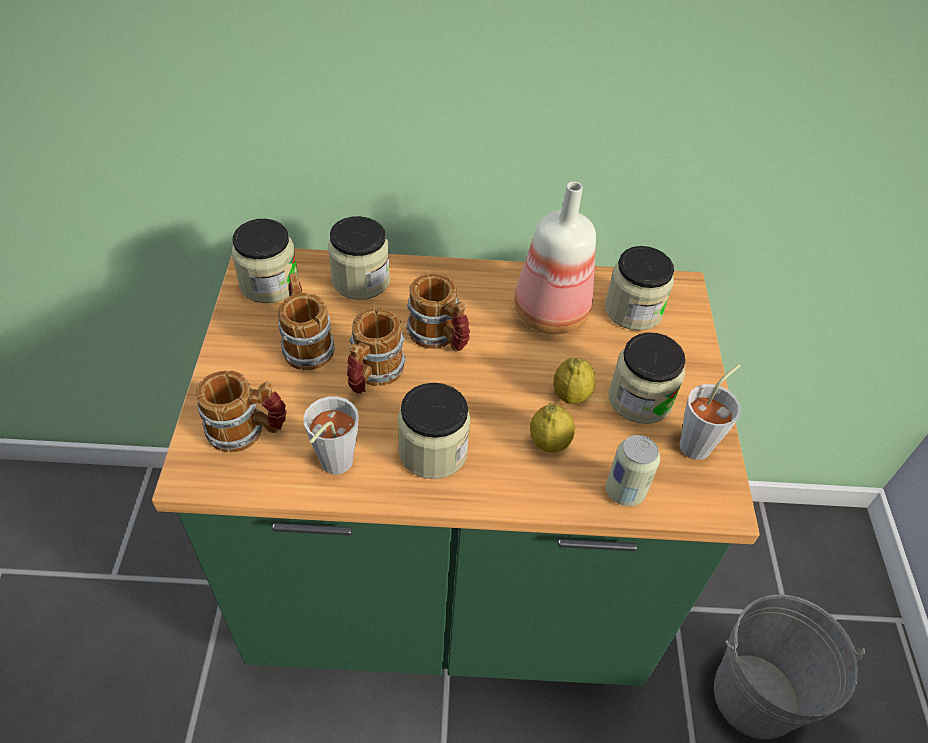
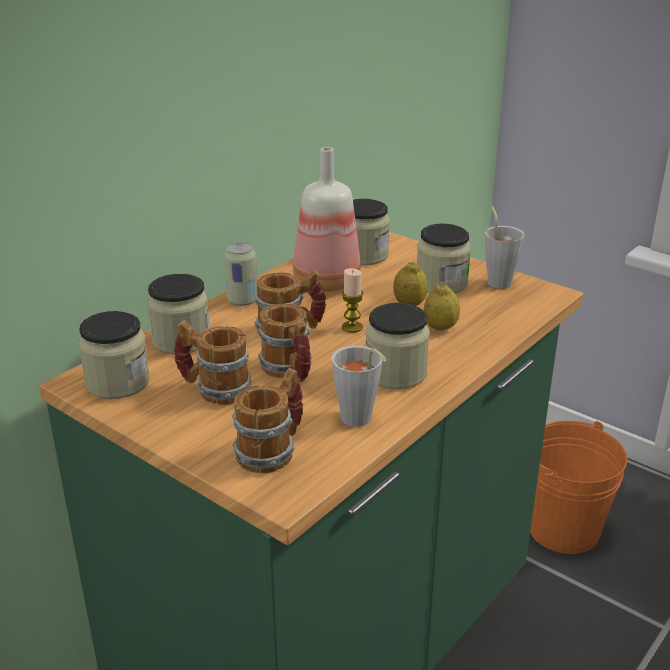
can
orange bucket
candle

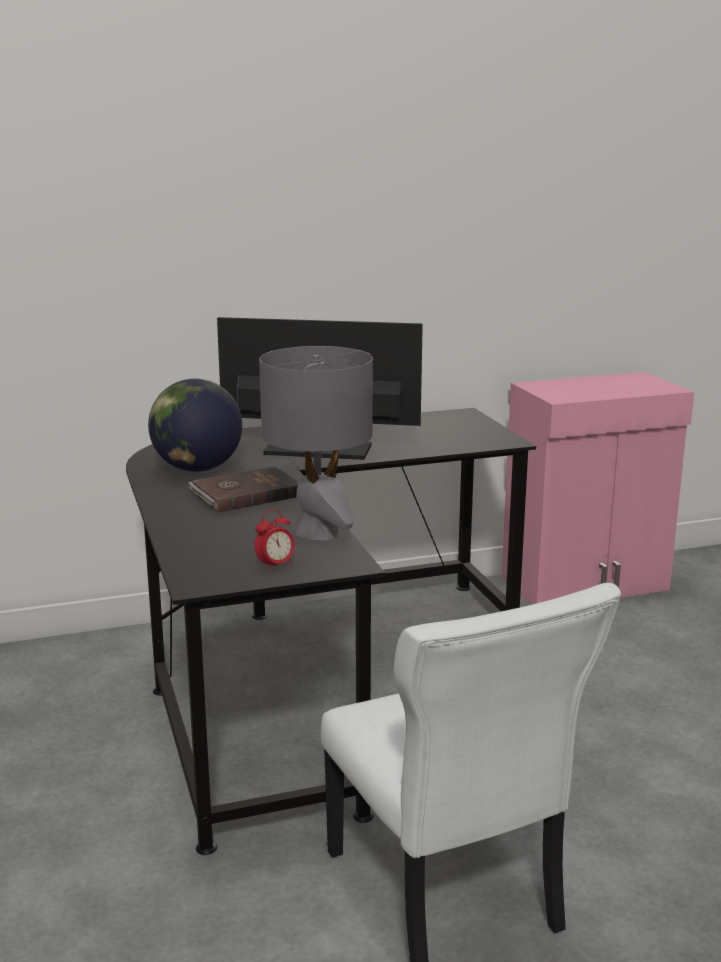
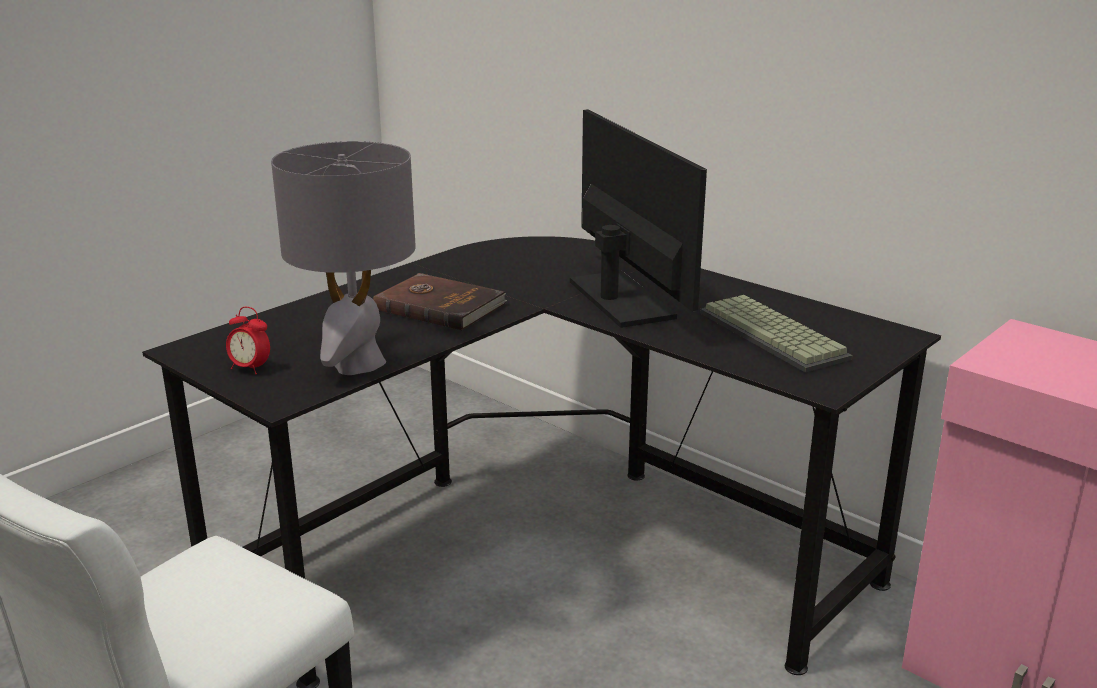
globe
keyboard

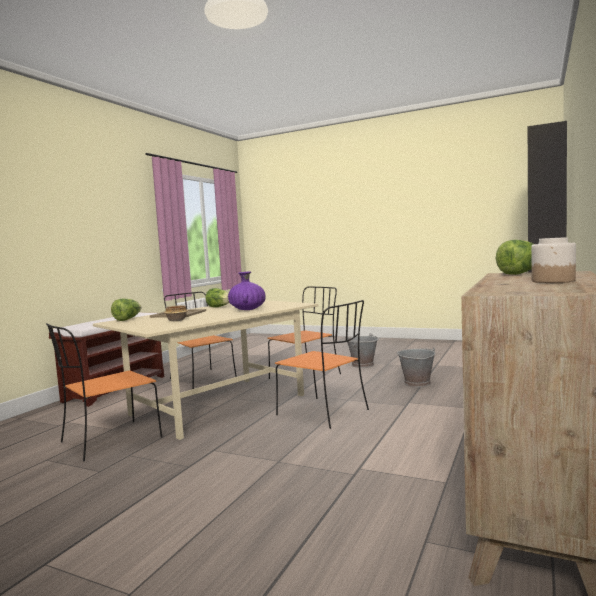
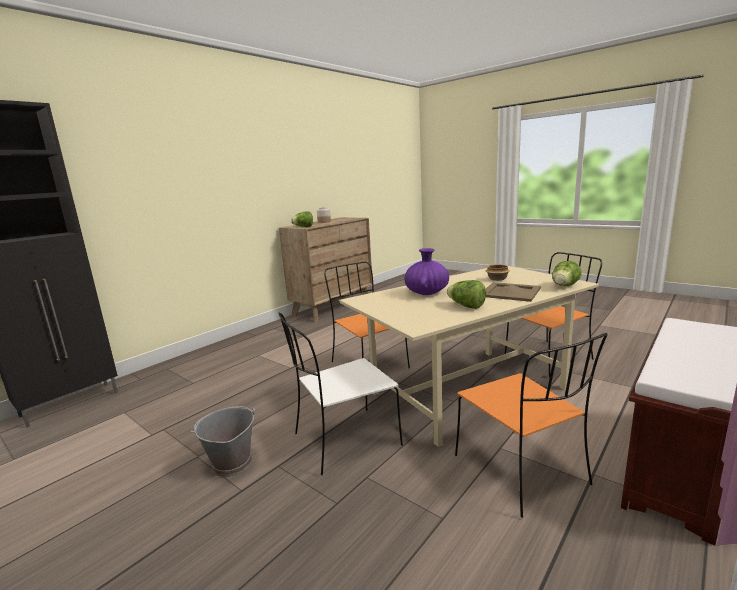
white chair
grey bucket (no. 2 from left in the first image)

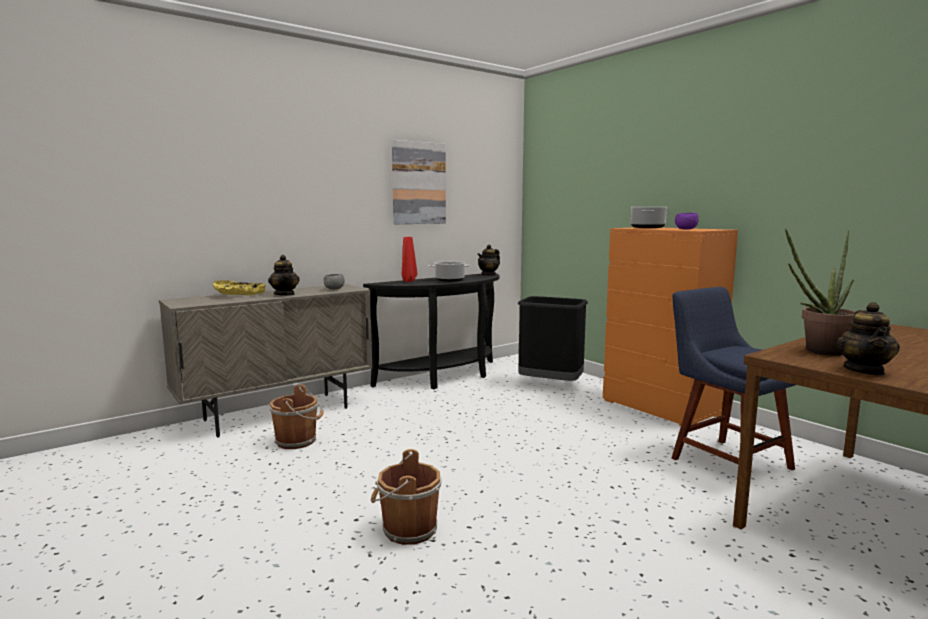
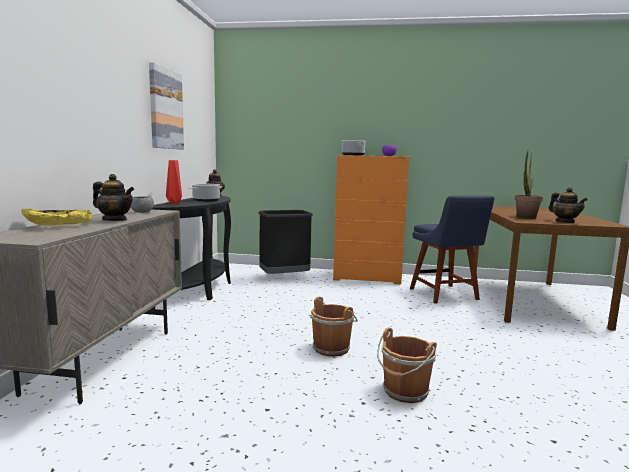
blue chair
brown bucket (no. 1 from left)

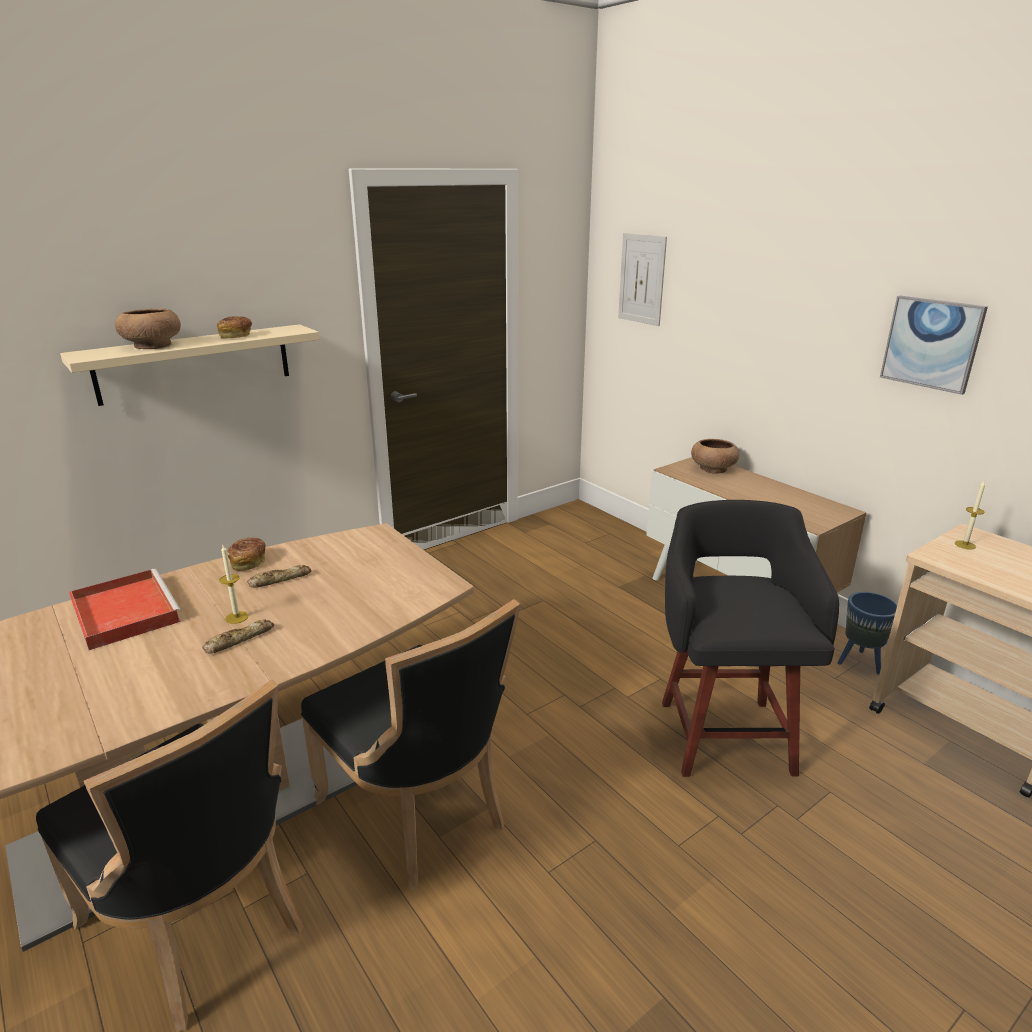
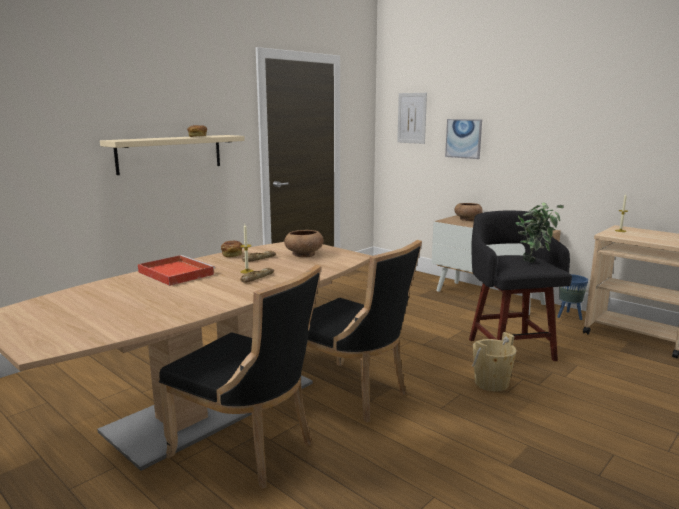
picture (no. 2 from left)
brown bowl (no. 1 from left)
potted plant
beige bucket

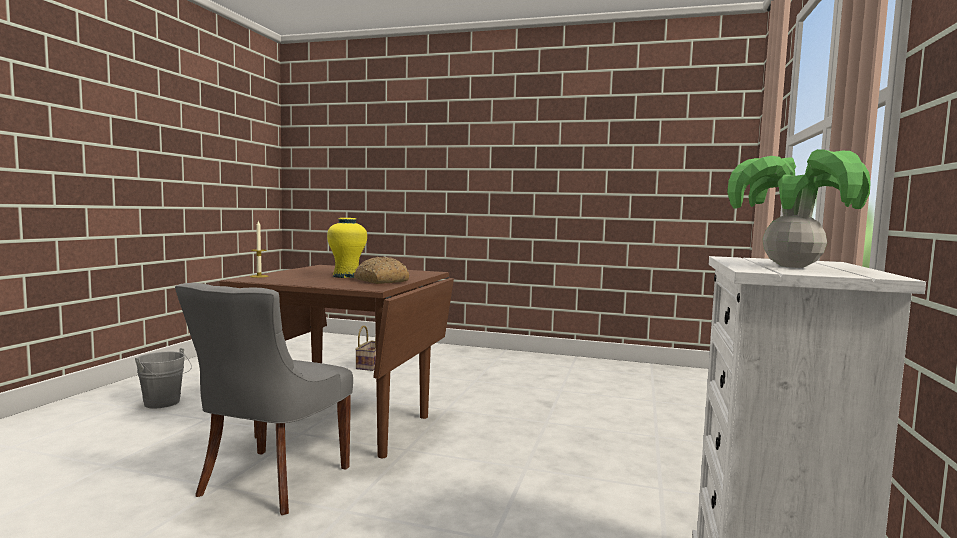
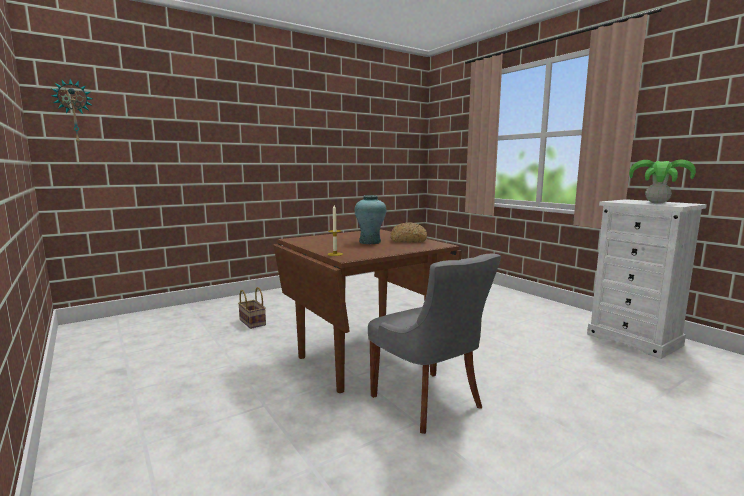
turquoise vase
grey bucket
wall clock

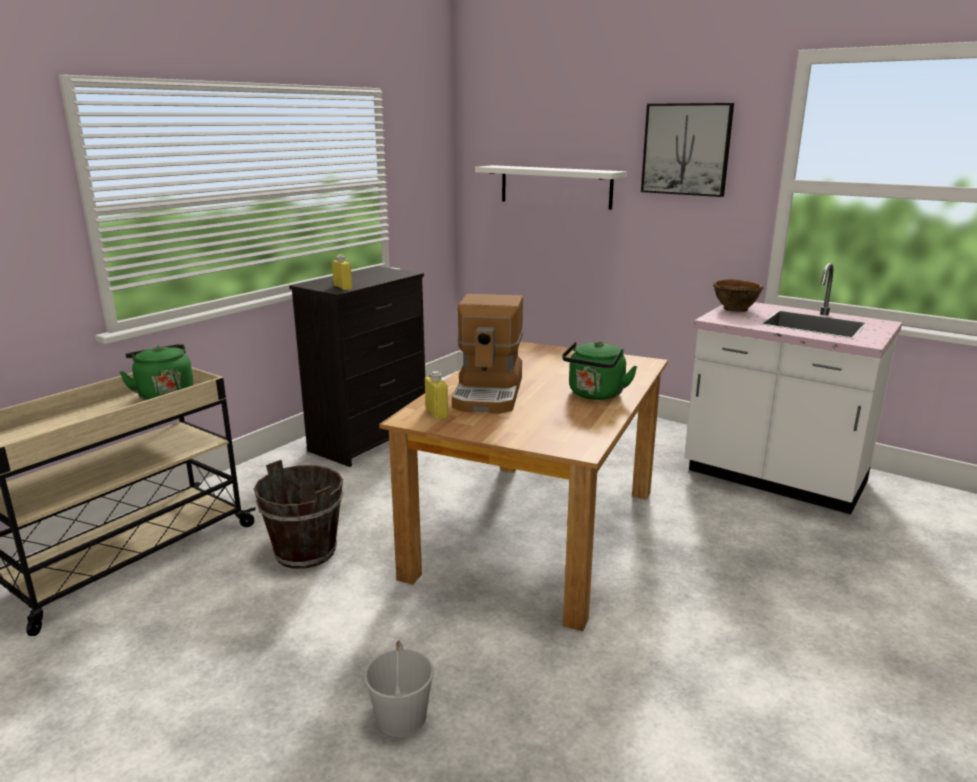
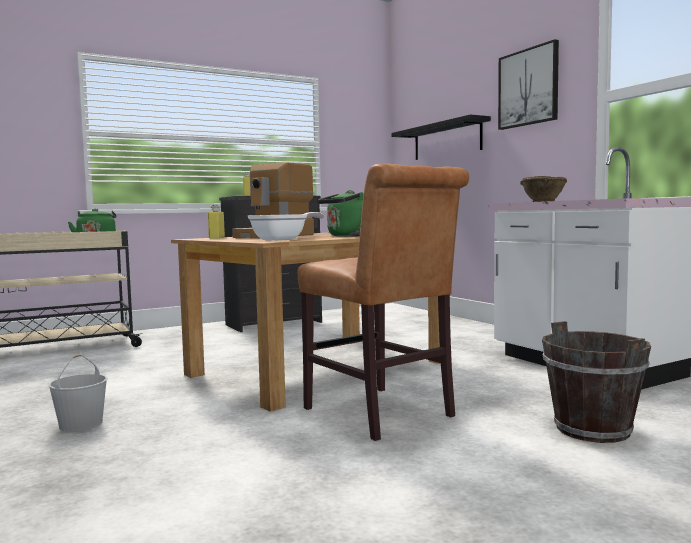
black shelf
brown bucket
brown chair
frying pan

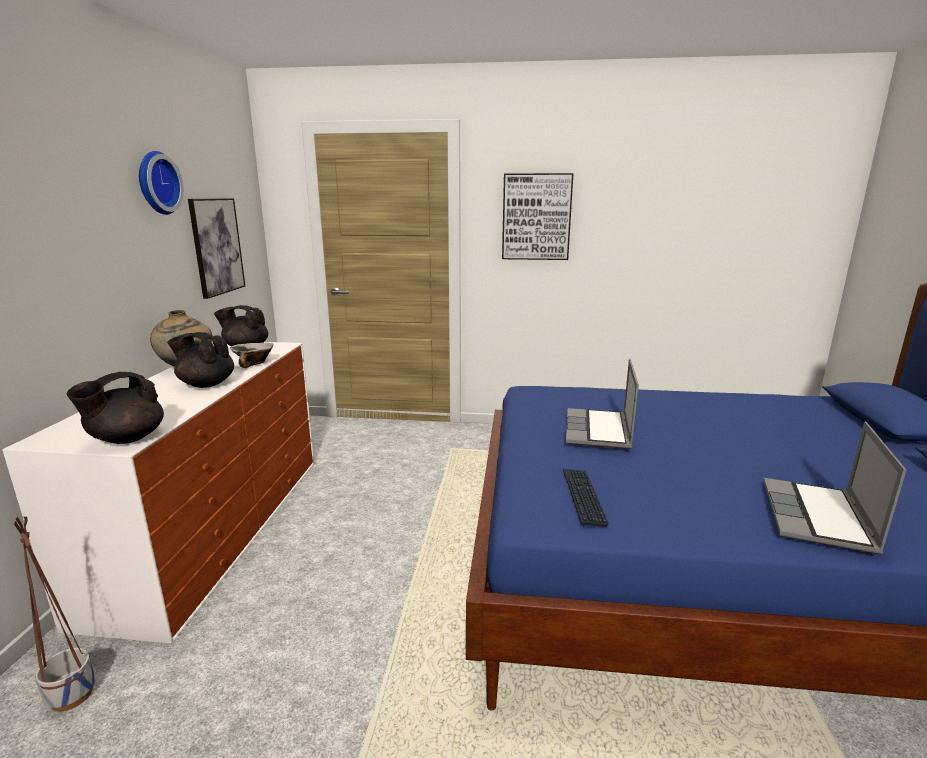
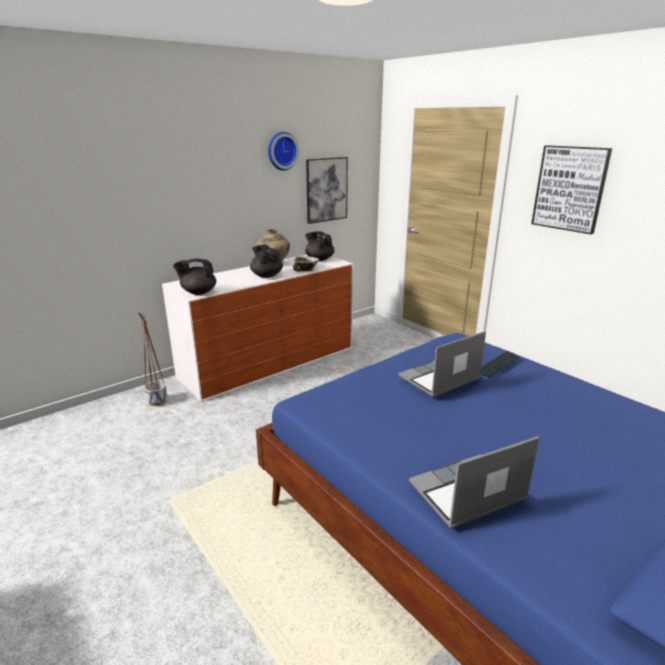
keyboard

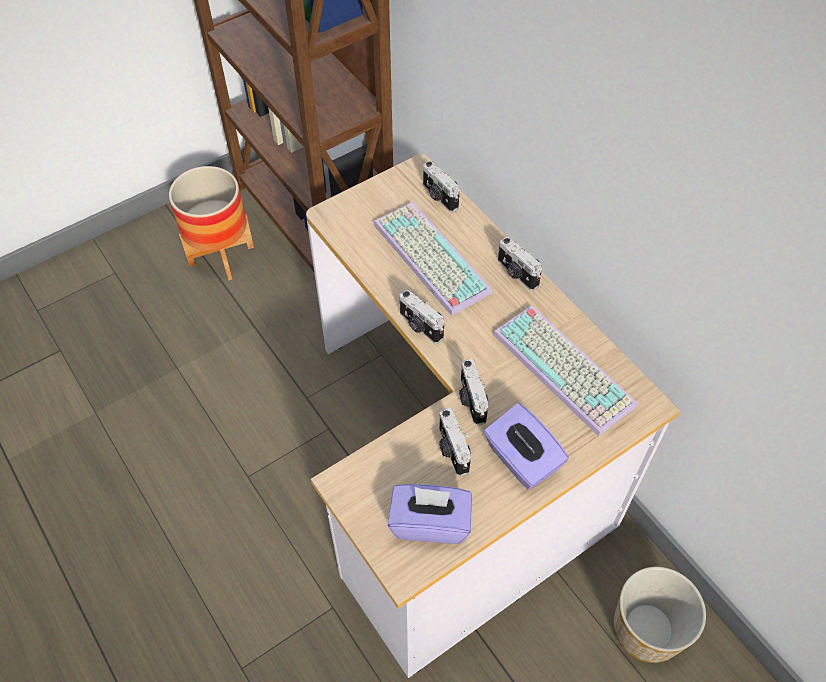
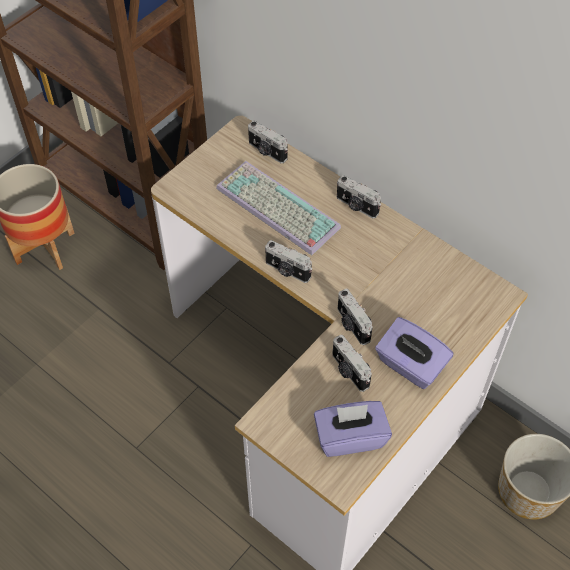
keyboard (no. 2 from left in the first image)

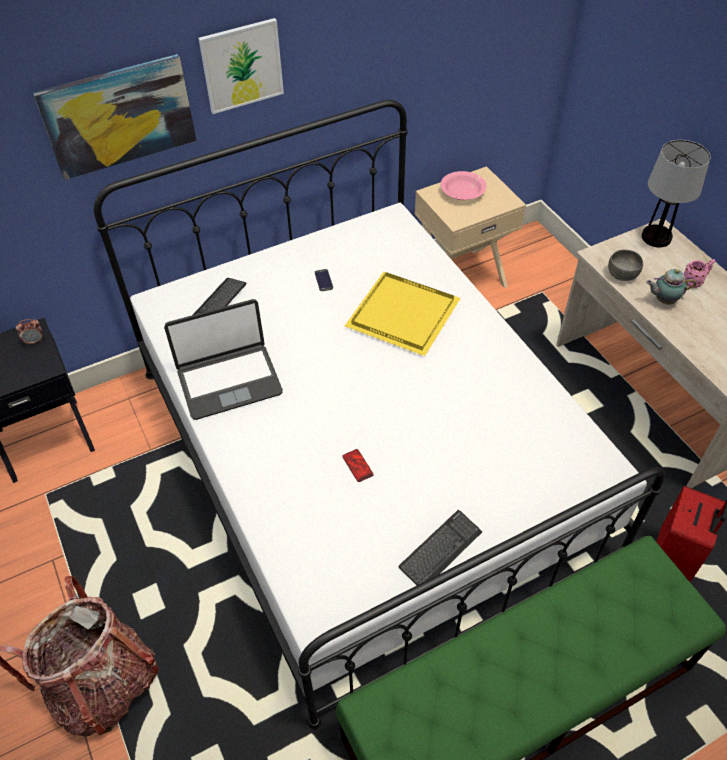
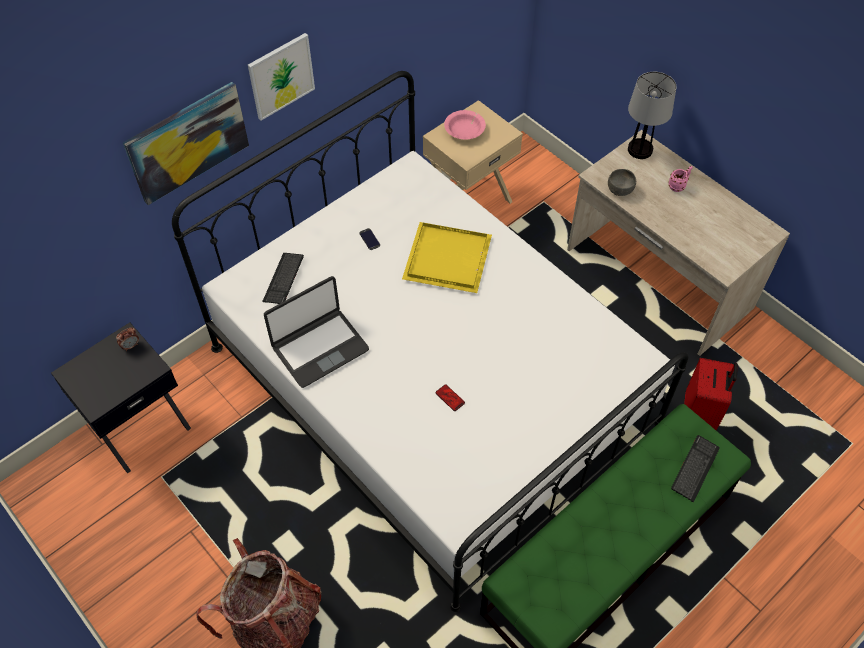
teapot
keyboard (no. 2 from left)

